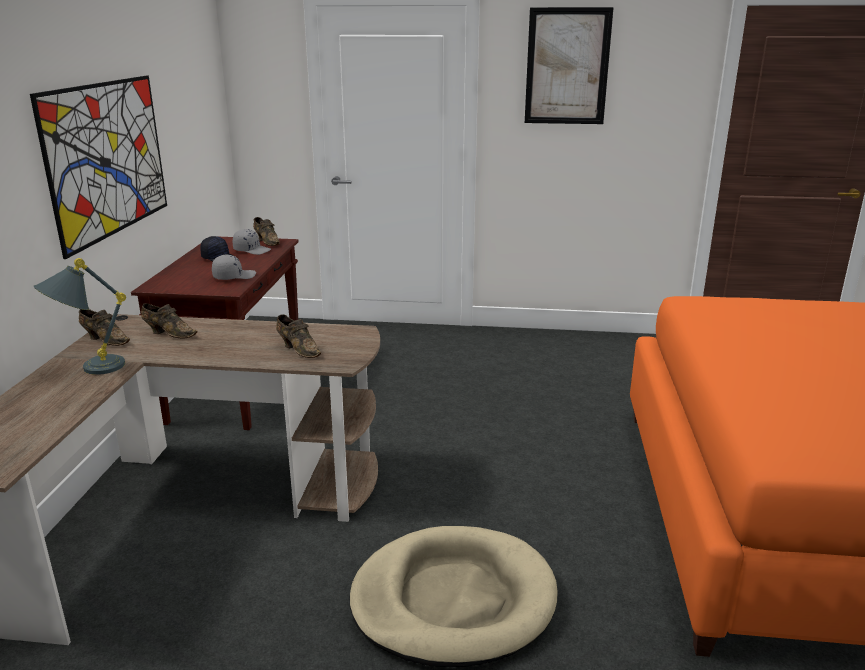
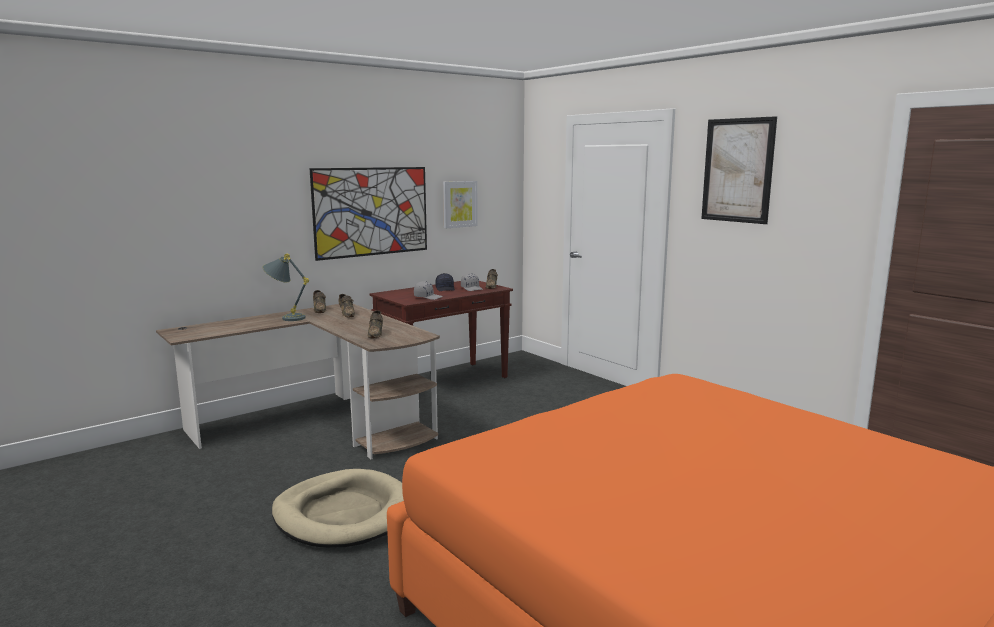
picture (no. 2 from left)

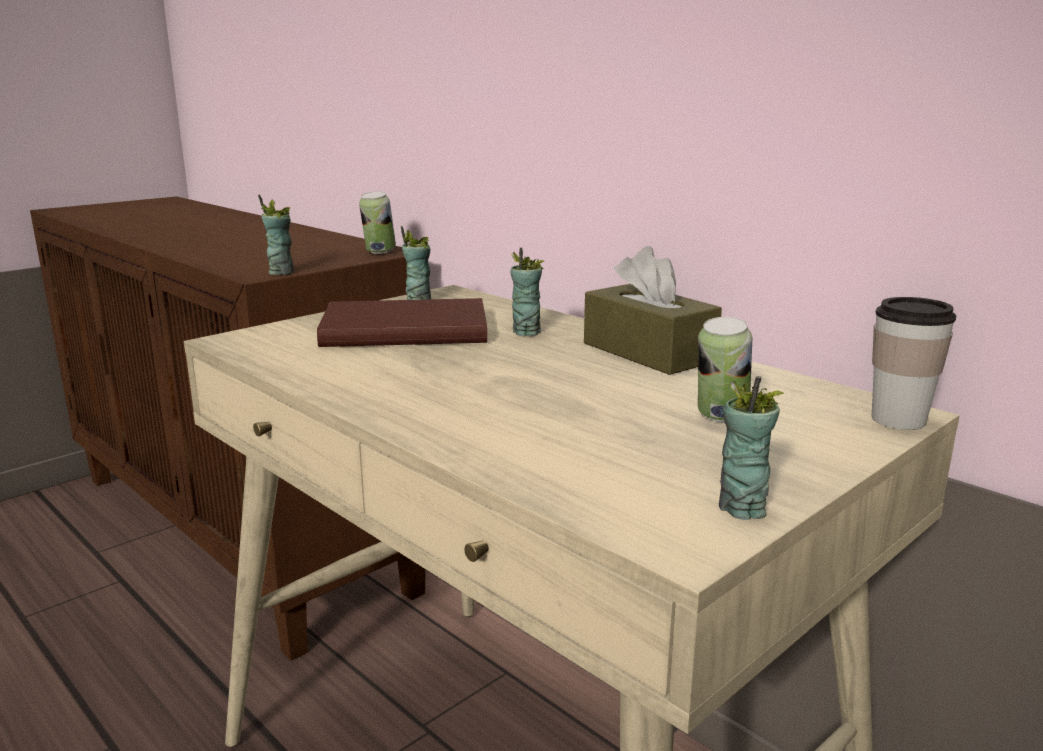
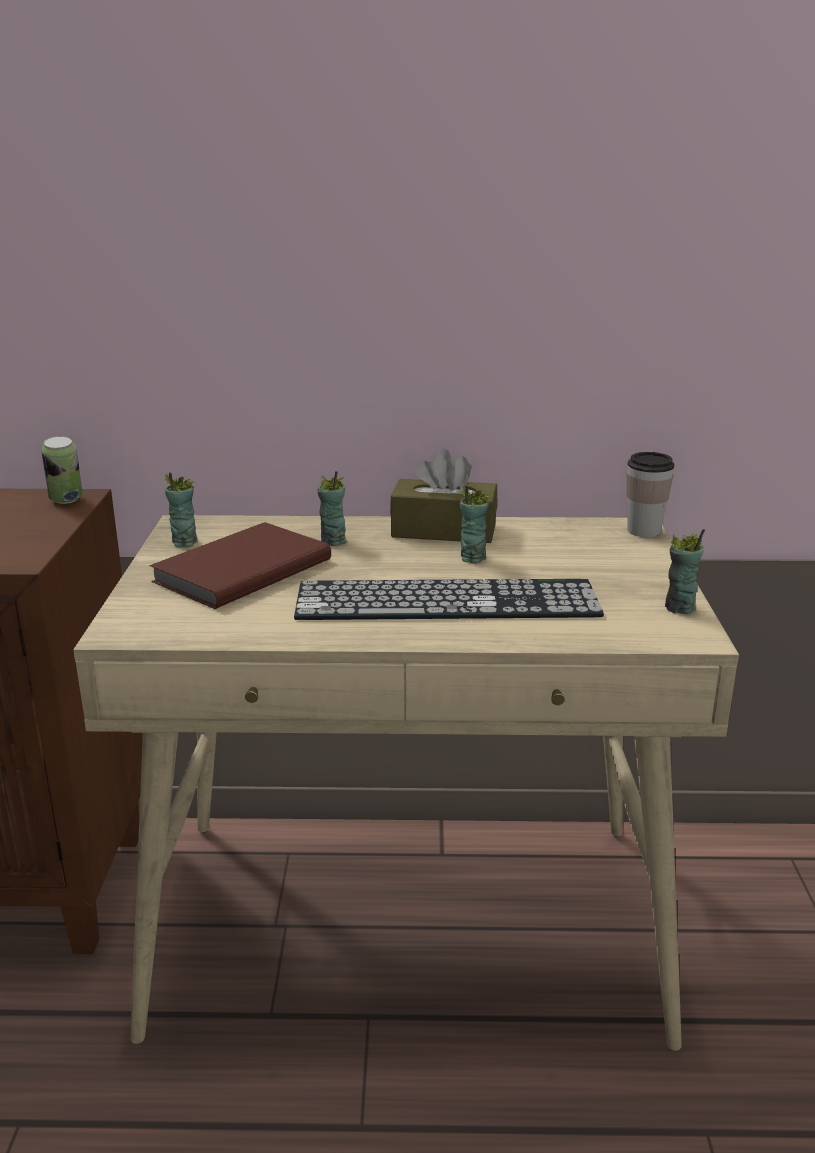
cup (no. 3 from left)
can (no. 2 from left in the first image)
keyboard

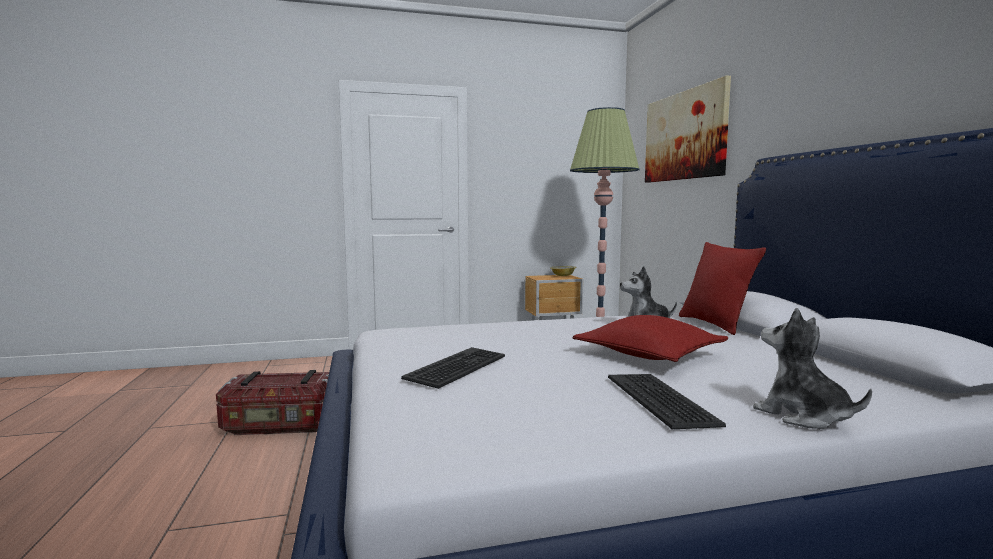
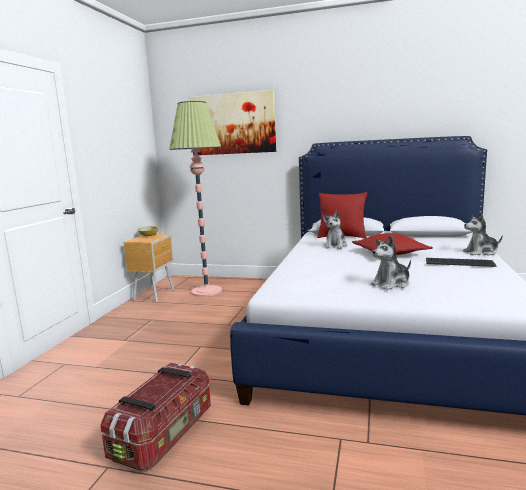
plush toy (no. 2 from left)

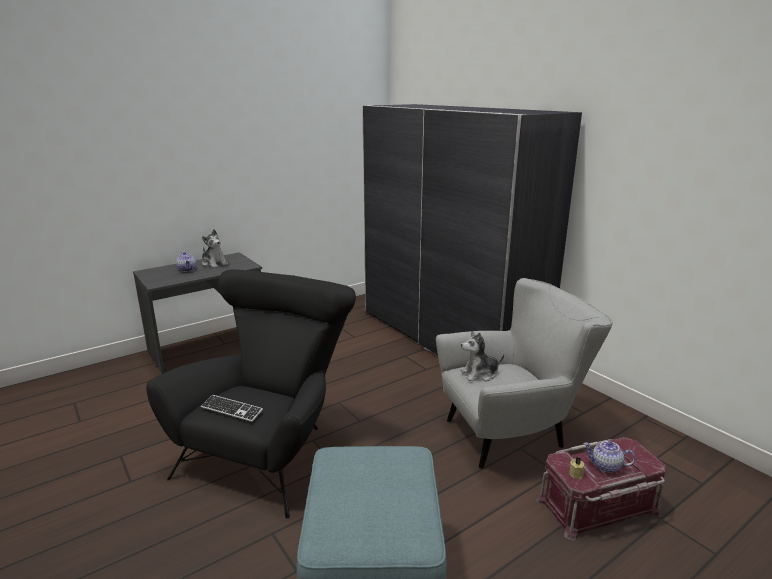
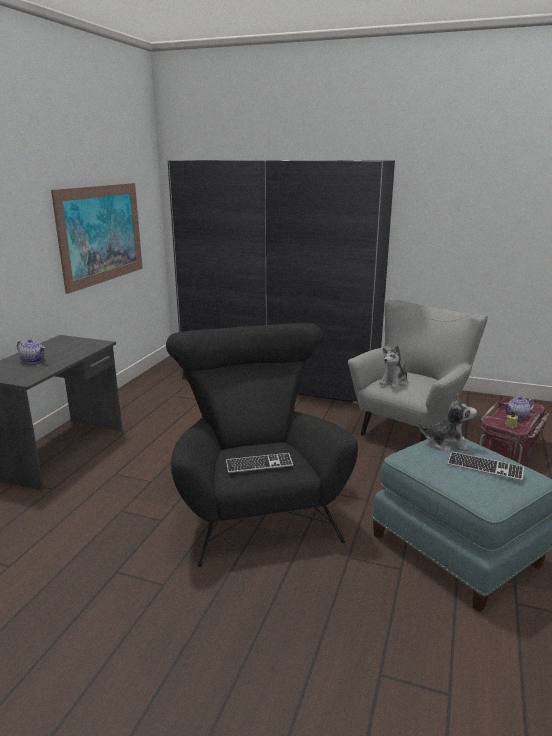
plush toy (no. 2 from left)
picture
keyboard (no. 2 from left)

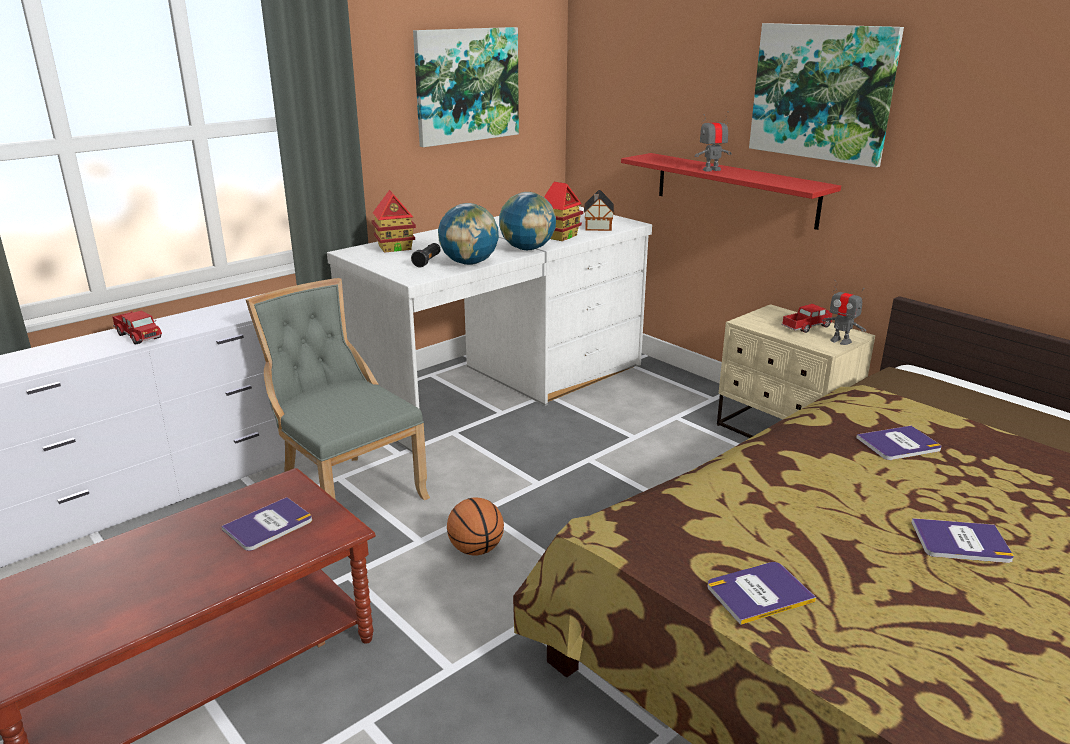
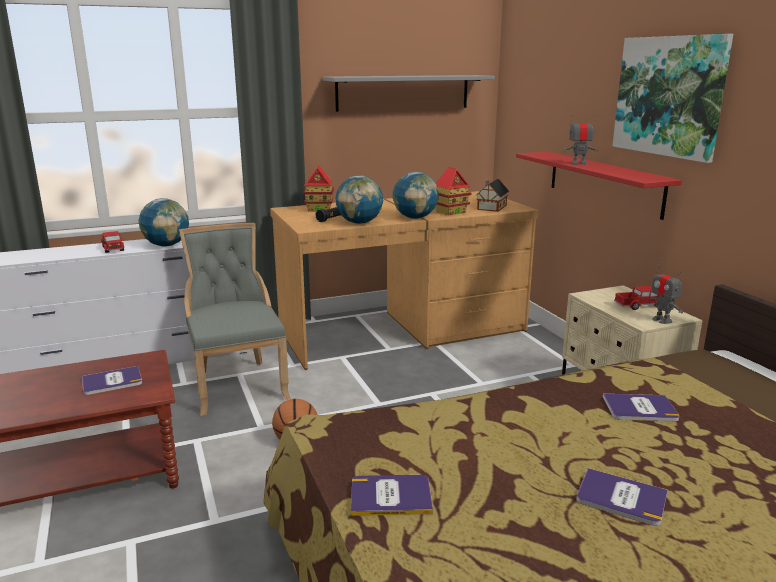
grey shelf
brown desk
globe (no. 1 from left)

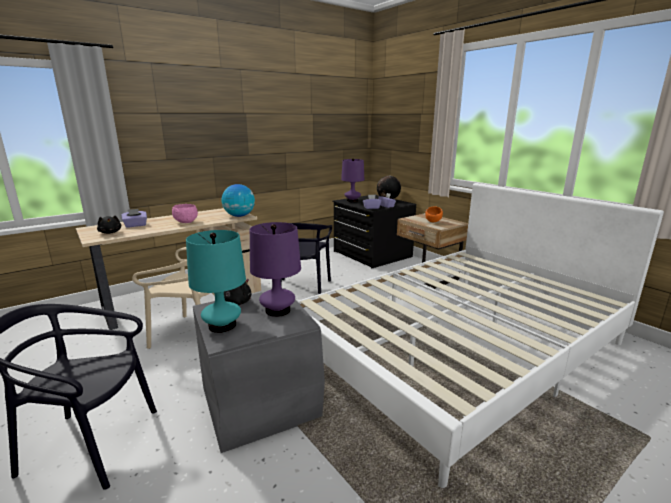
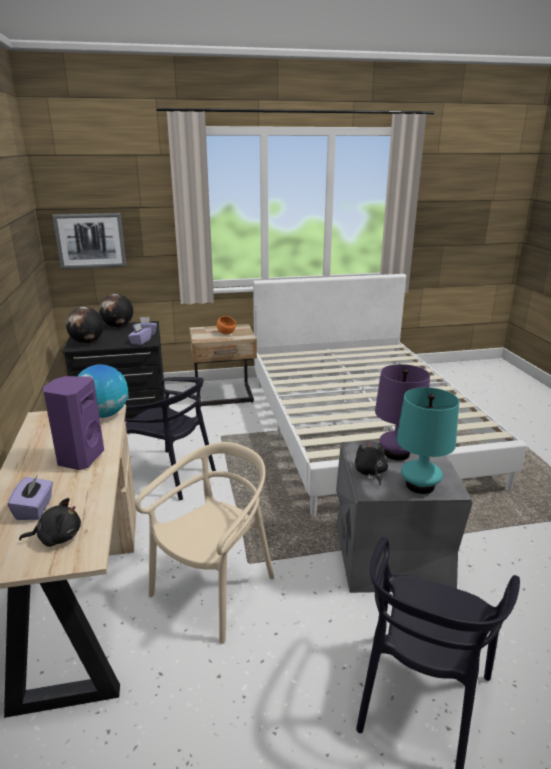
globe (no. 1 from left)
purple speaker
picture

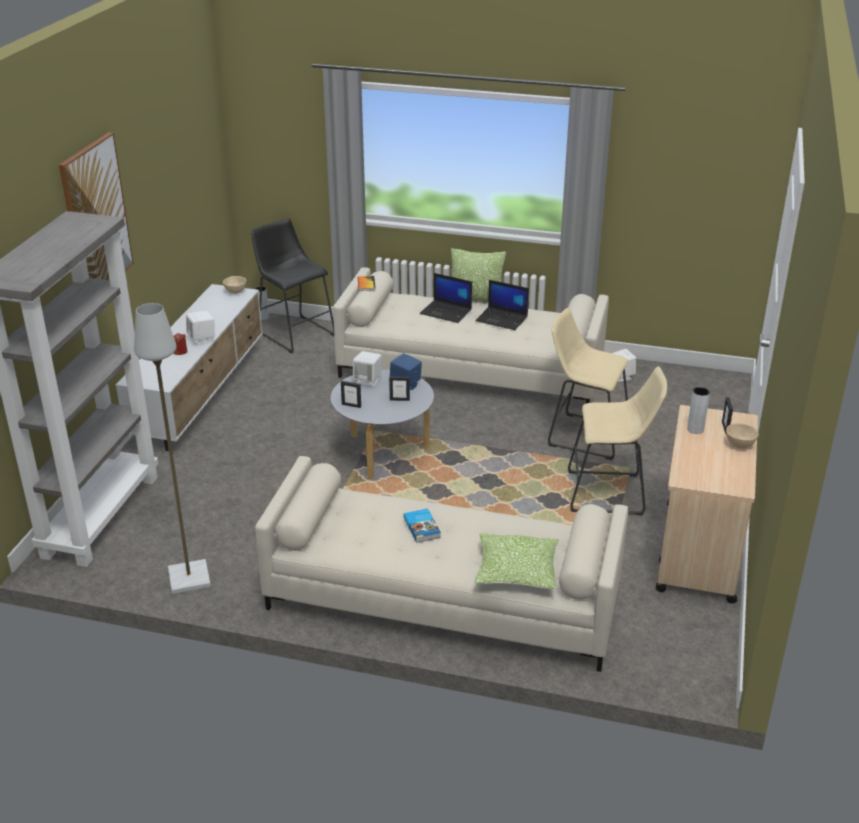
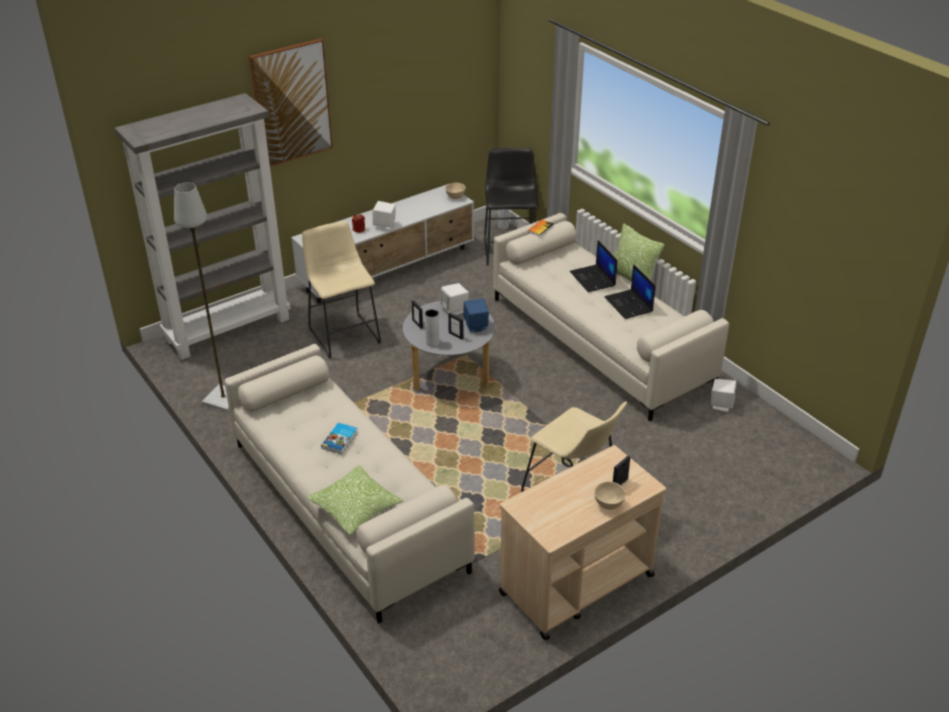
beige stool (no. 1 from left)
grey vase (no. 1 from left)

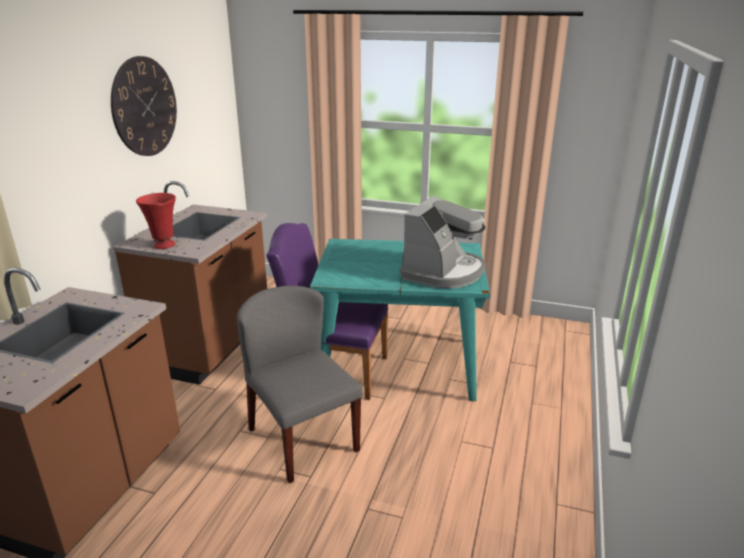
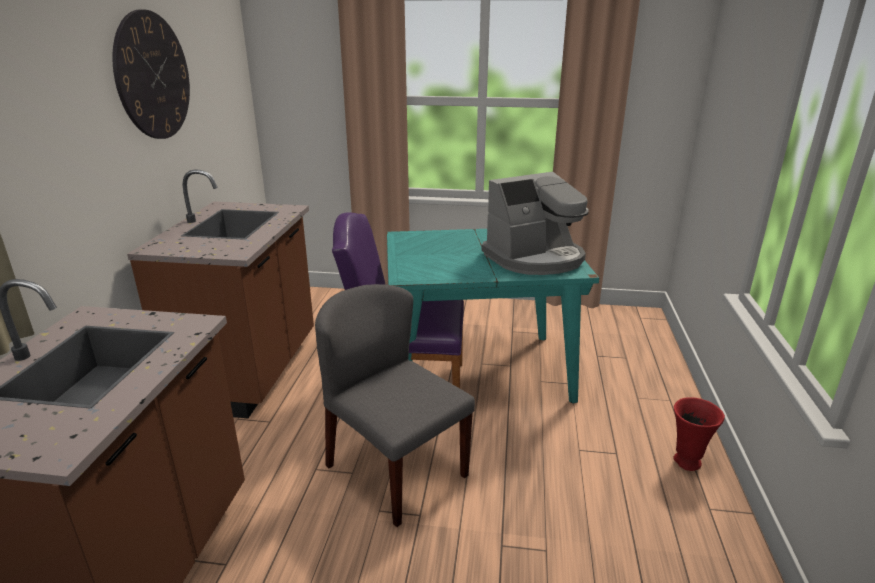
red vase
coffee machine

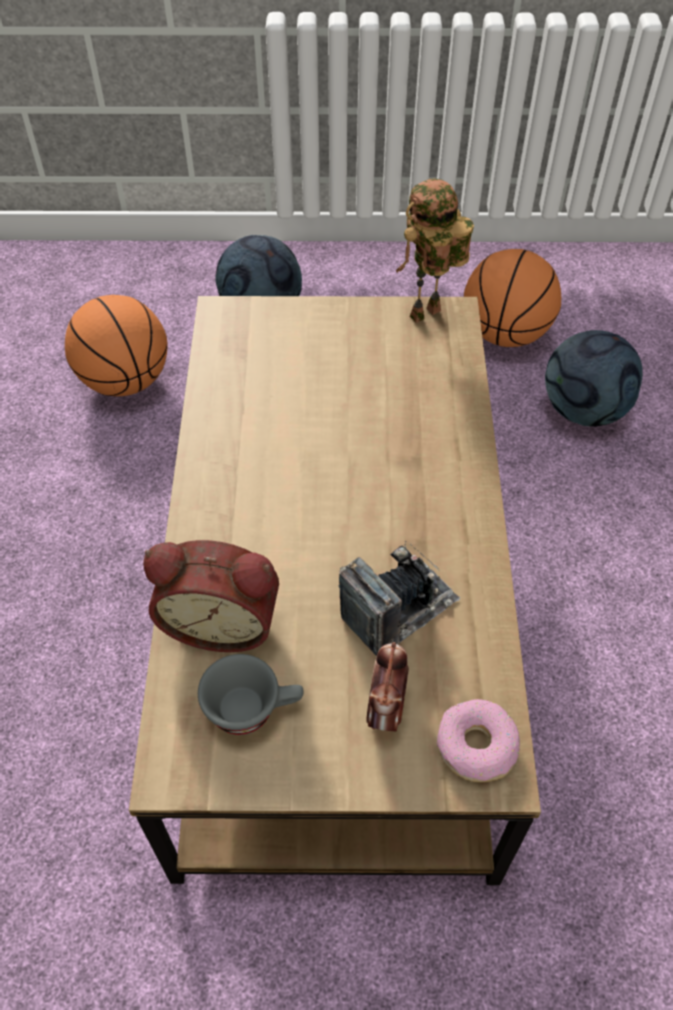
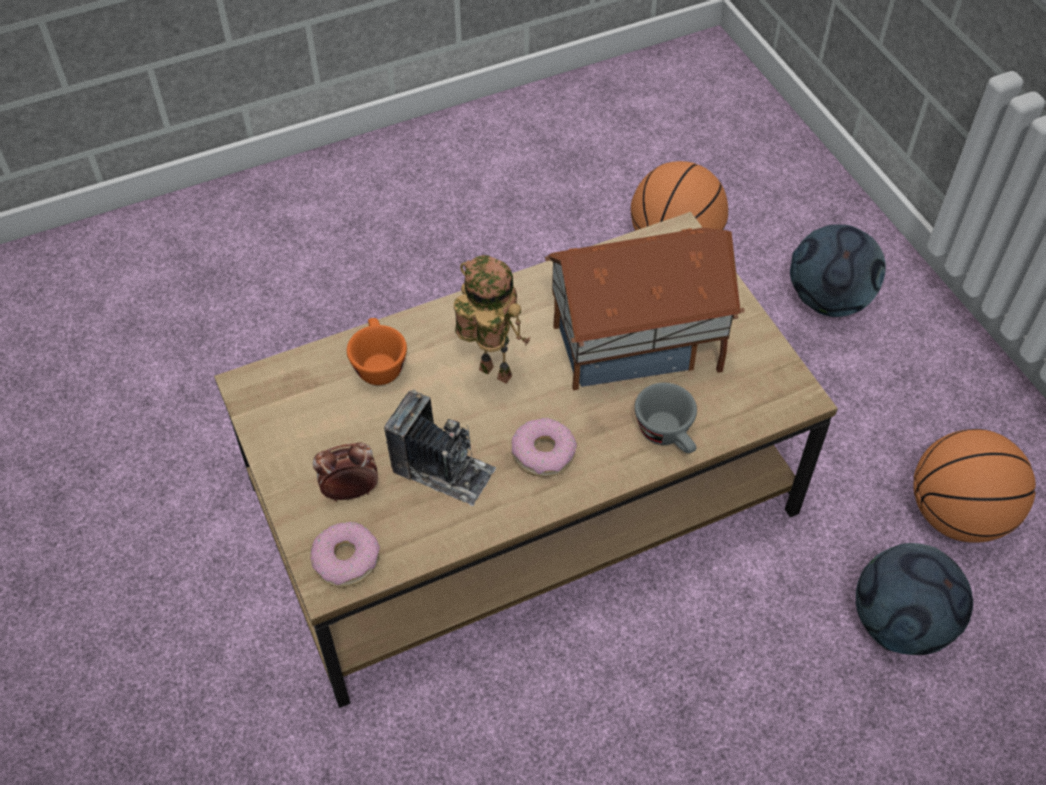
toy robot
orange cup
grey cup
toy house
donut (no. 2 from left)

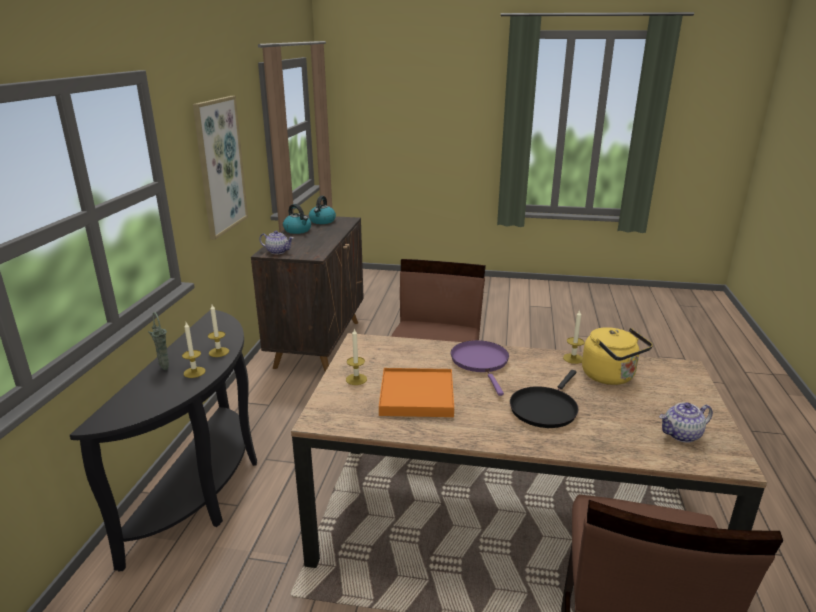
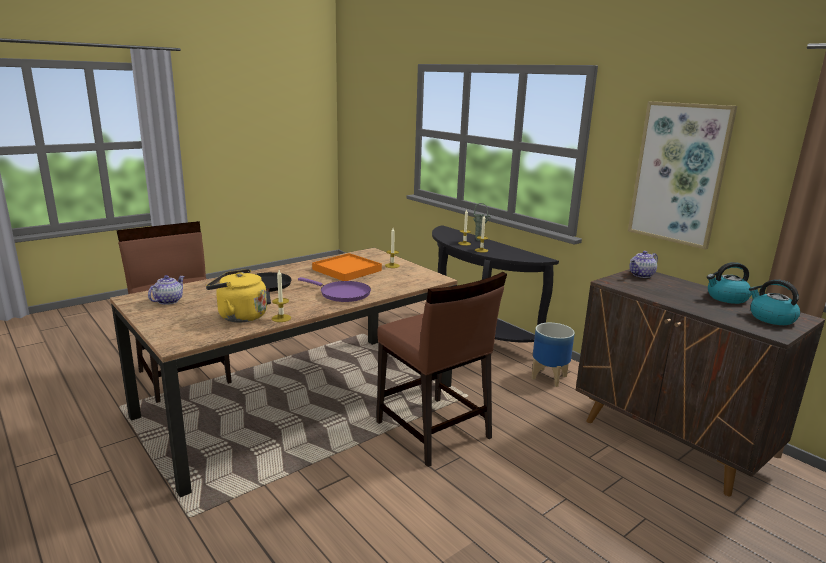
planter

